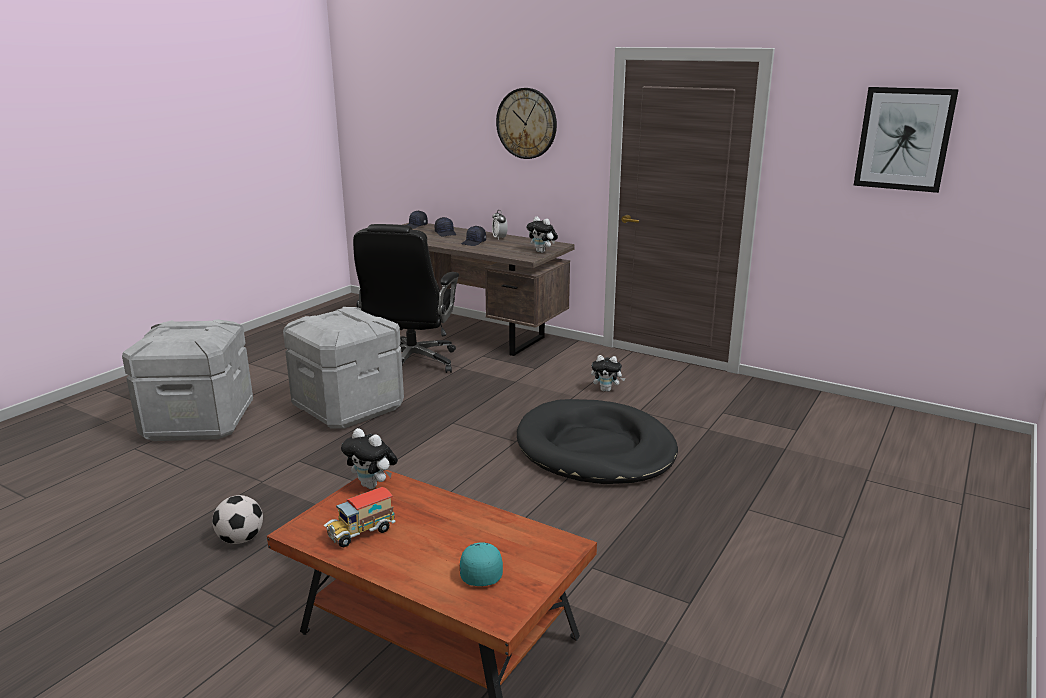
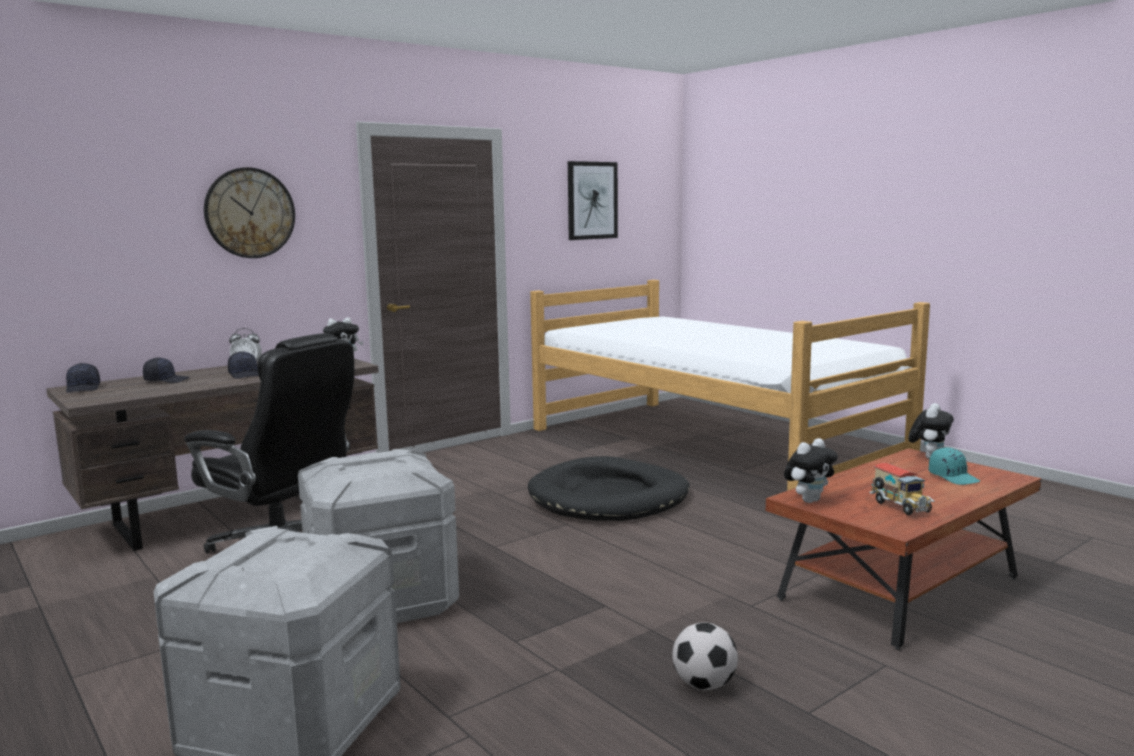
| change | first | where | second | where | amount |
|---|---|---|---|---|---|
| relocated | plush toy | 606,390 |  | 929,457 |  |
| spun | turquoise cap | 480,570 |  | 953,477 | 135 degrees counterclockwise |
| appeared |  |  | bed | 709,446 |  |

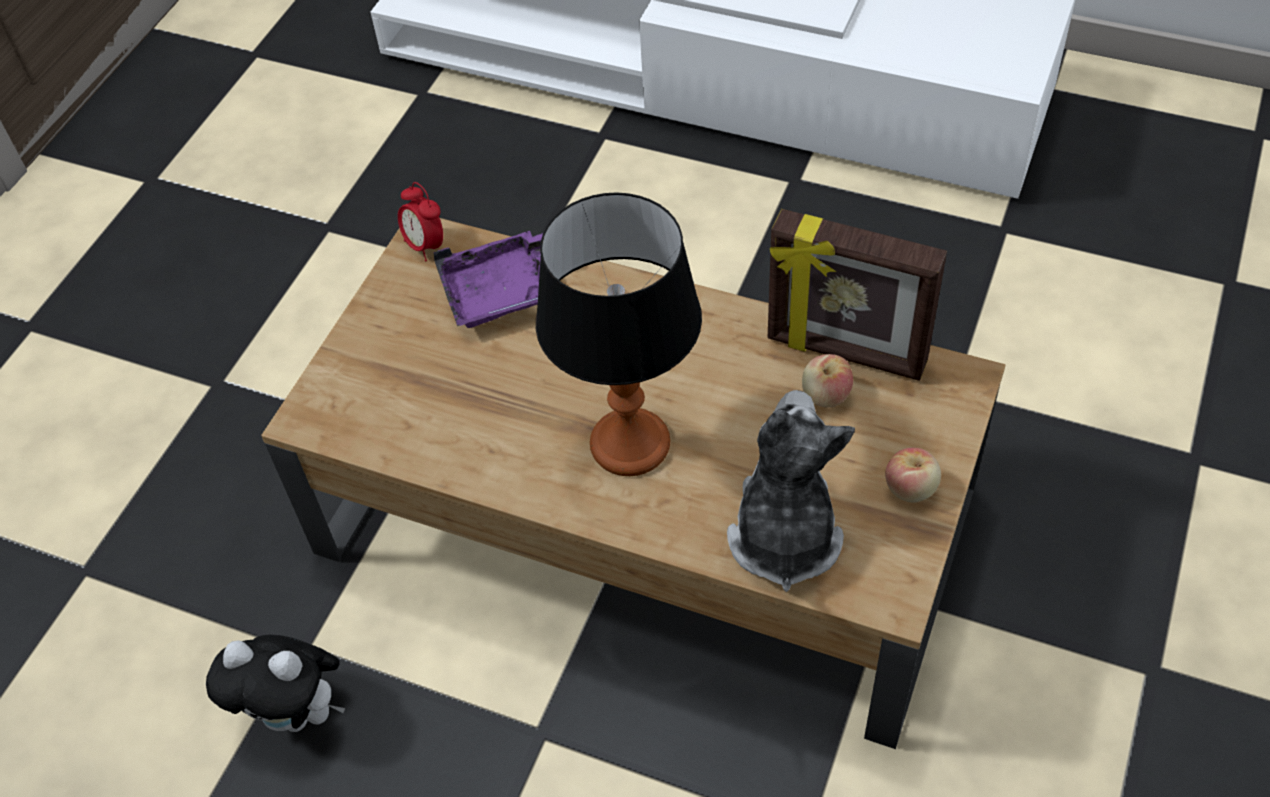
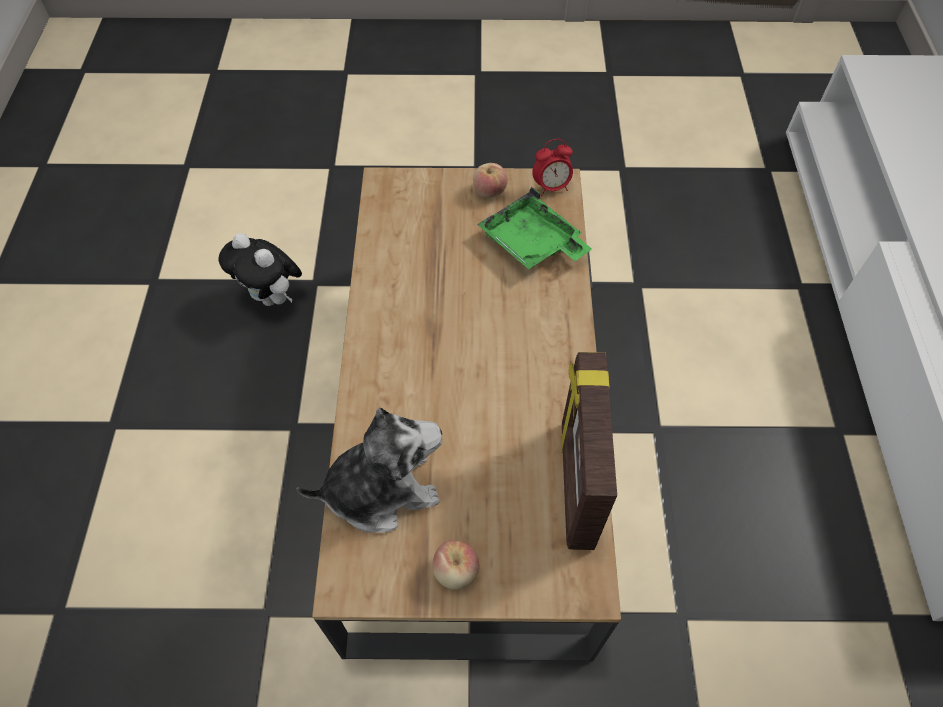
| change | first | where | second | where | amount |
|---|---|---|---|---|---|
| spun | alarm clock | 425,246 |  | 551,187 | 135 degrees counterclockwise |
| missing | table lamp | 630,445 |  |  |  |
| colour | purple tray | 503,291 | green tray | 532,244 |  |
| relocated | apple | 825,395 |  | 489,191 |  |
| spun | plush toy | 297,714 |  | 272,297 | 45 degrees counterclockwise |

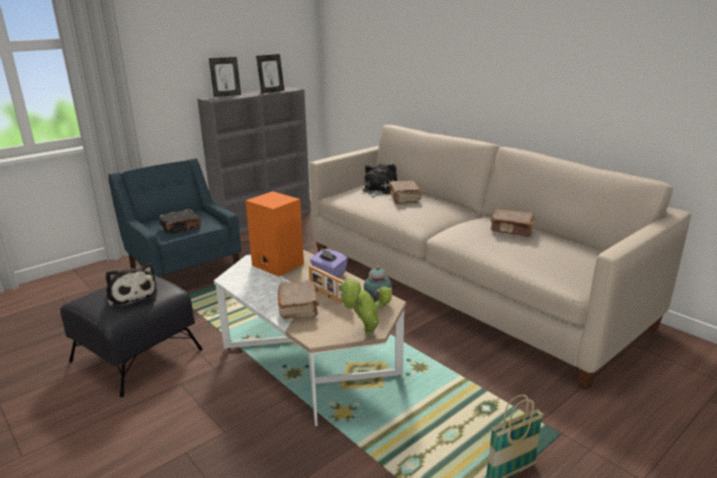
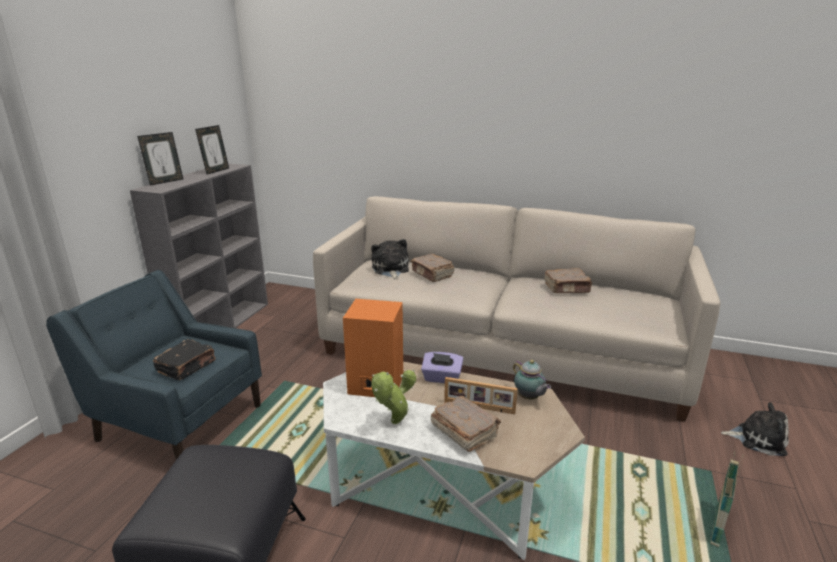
| change | first | where | second | where | amount |
|---|---|---|---|---|---|
| relocated | plush toy | 131,295 |  | 757,438 |  |
| relocated | potted plant | 365,333 |  | 393,423 |  |

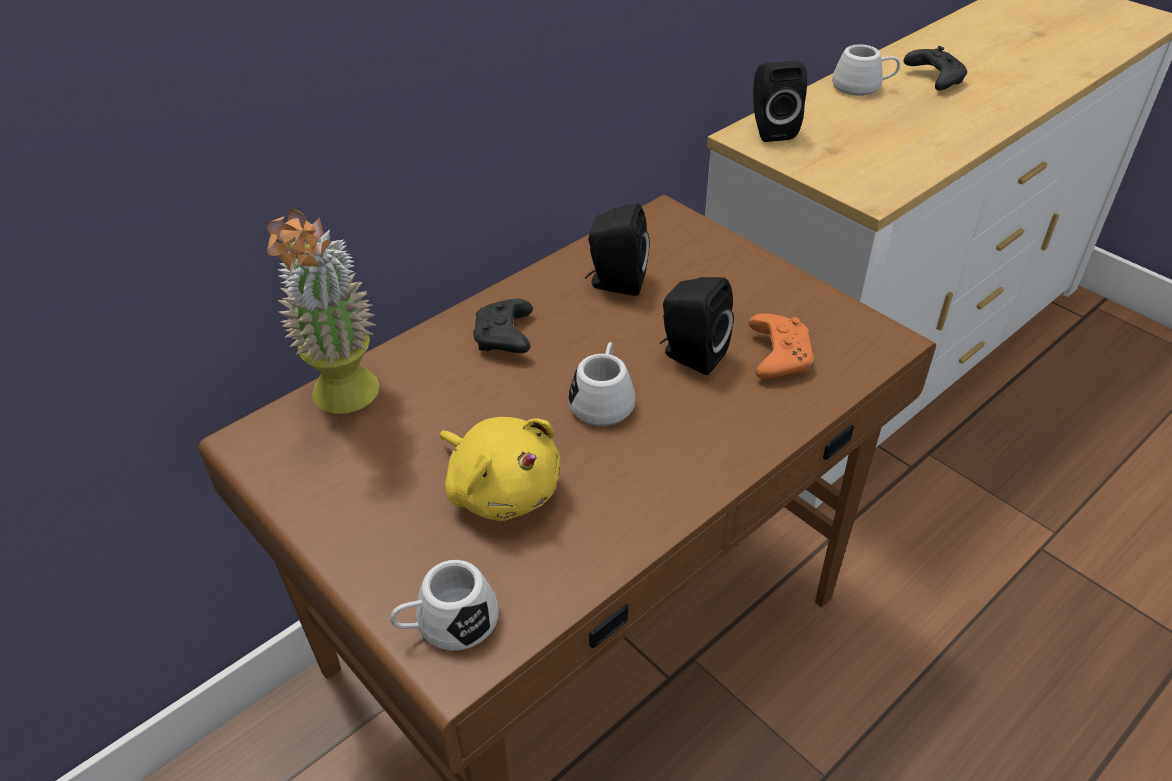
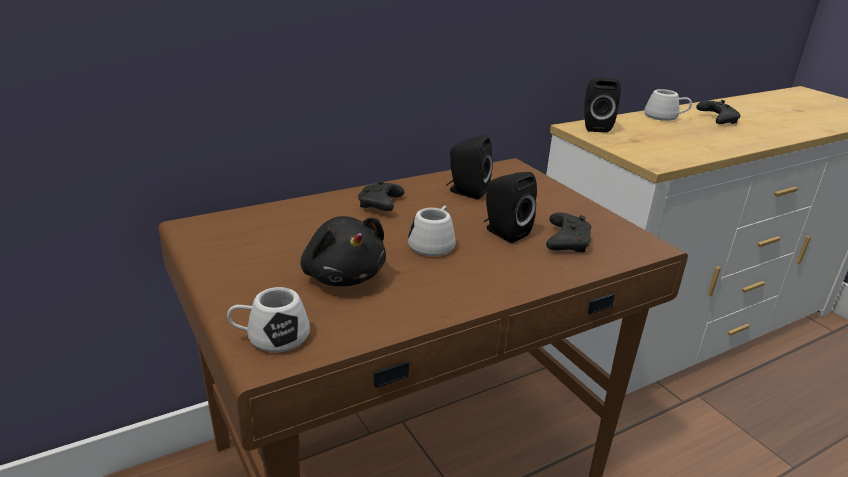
| change | first | where | second | where | amount |
|---|---|---|---|---|---|
| missing | potted plant | 347,403 |  |  |  |
| colour | orange game controller | 777,356 | black game controller | 566,241 |  |
| colour | yellow plush toy | 501,489 | black plush toy | 342,275 |  |

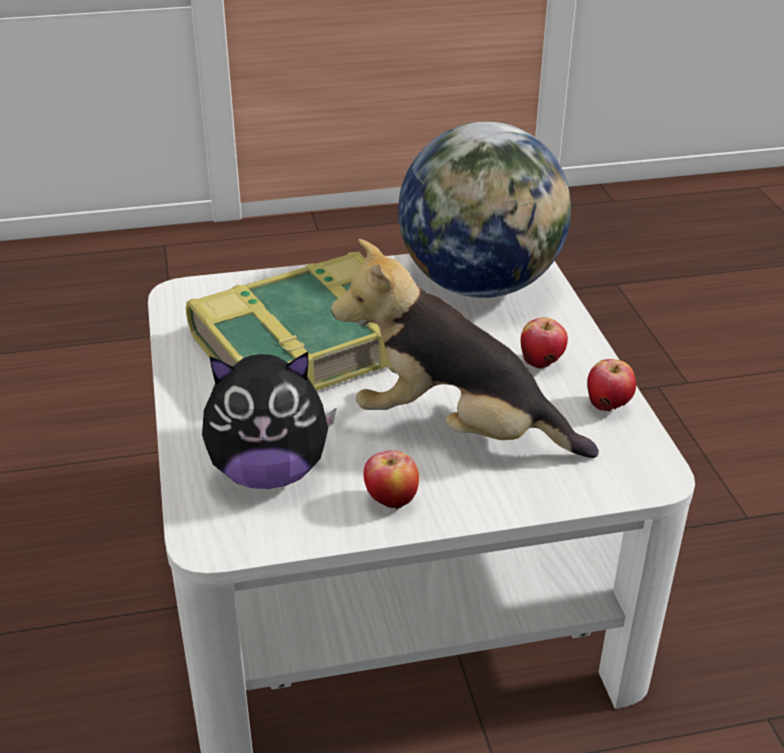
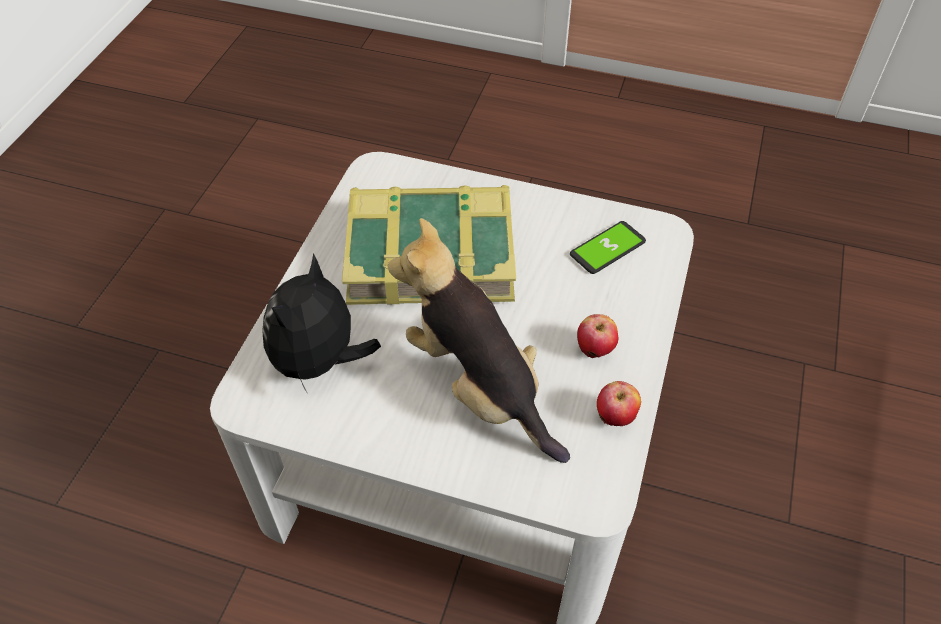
| change | first | where | second | where | amount |
|---|---|---|---|---|---|
| exchanged | globe | 480,285 | phone | 607,248 |  |
| spun | plush toy | 269,472 |  | 320,362 | 90 degrees clockwise |
| missing | apple | 391,501 |  |  |  |

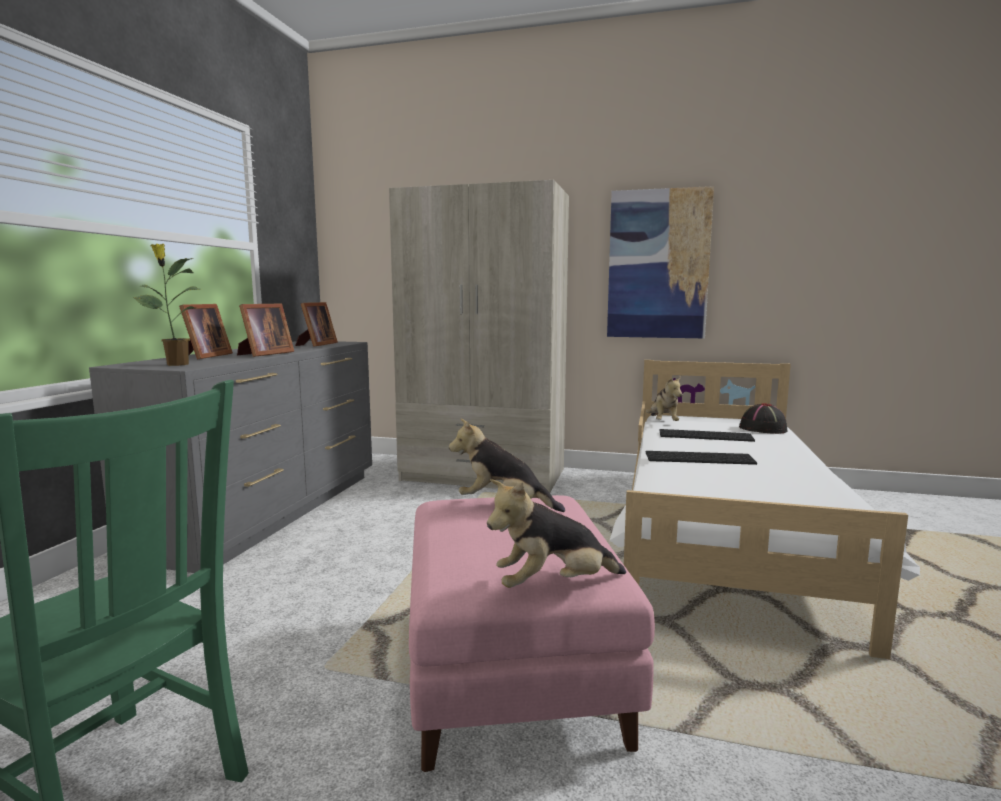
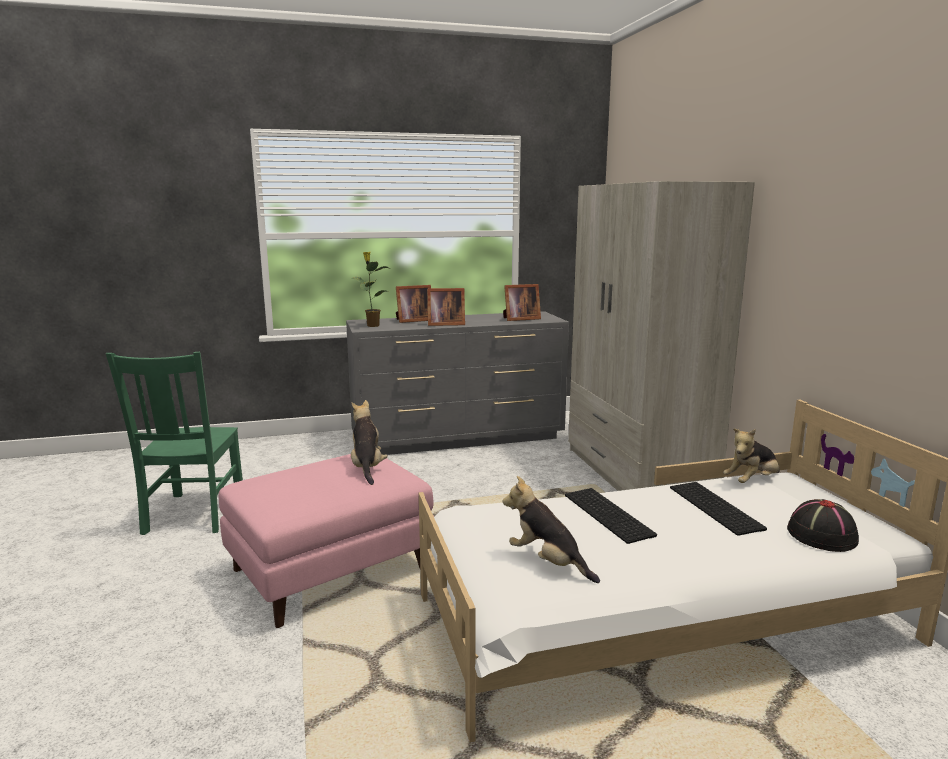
| change | first | where | second | where | amount |
|---|---|---|---|---|---|
| missing | picture | 658,264 |  |  |  |
| relocated | plush toy | 553,586 |  | 548,562 |  |

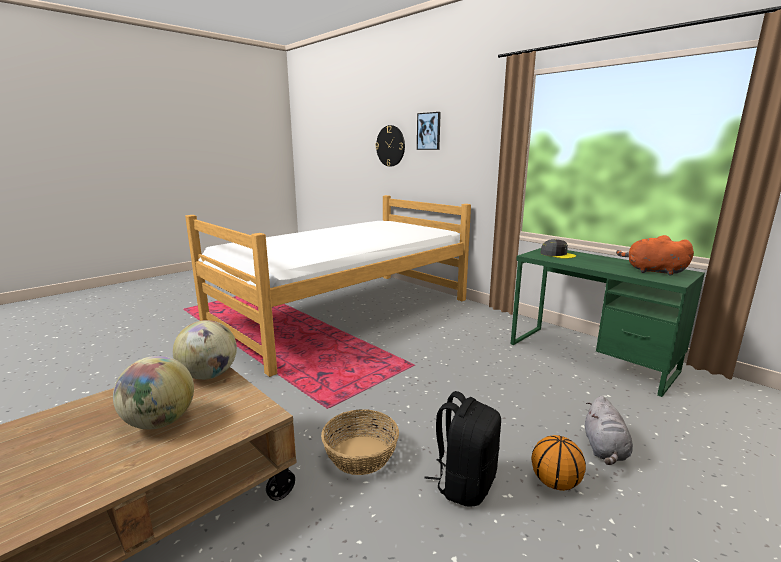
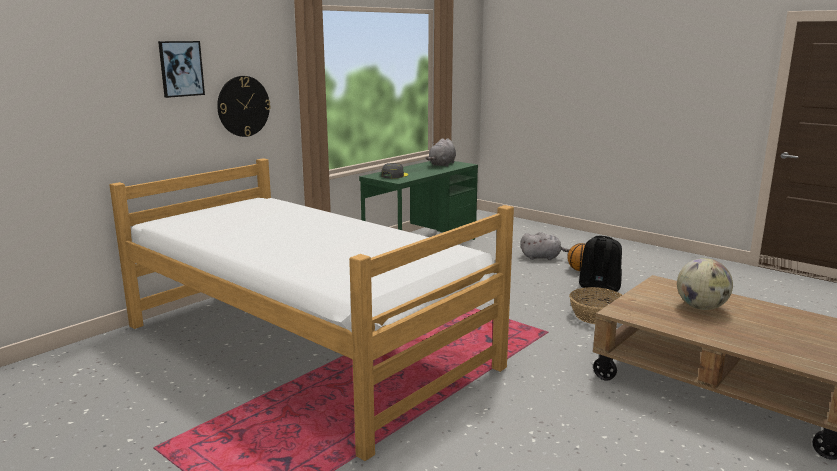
| change | first | where | second | where | amount |
|---|---|---|---|---|---|
| relocated | wall clock | 390,146 |  | 243,106 |  |
| colour | orange plush toy | 652,271 | grey plush toy | 442,165 |  |
| missing | globe | 209,375 |  |  |  |

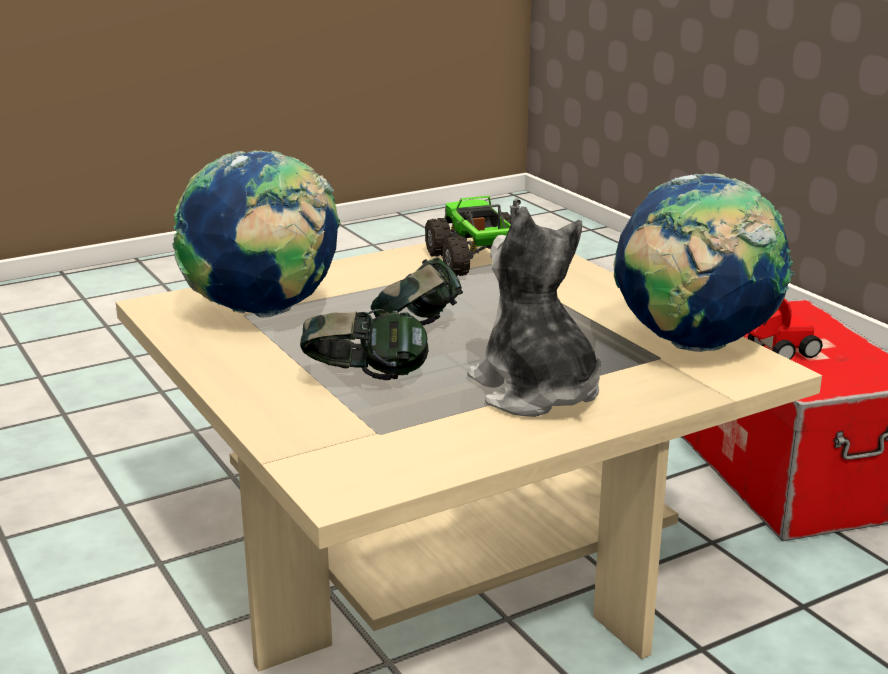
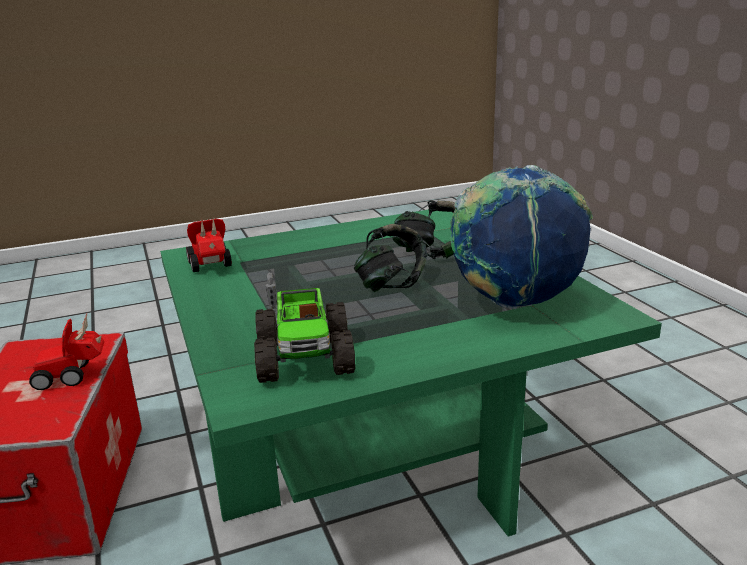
| change | first | where | second | where | amount |
|---|---|---|---|---|---|
| exchanged | globe | 692,346 | toy car | 211,267 |  |
| missing | plush toy | 536,392 |  |  |  |
| colour | beige coffee table | 443,552 | green coffee table | 379,437 |  |

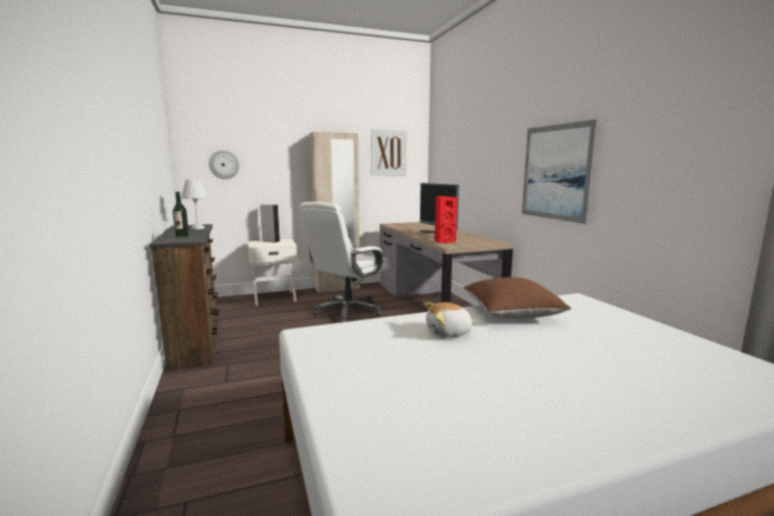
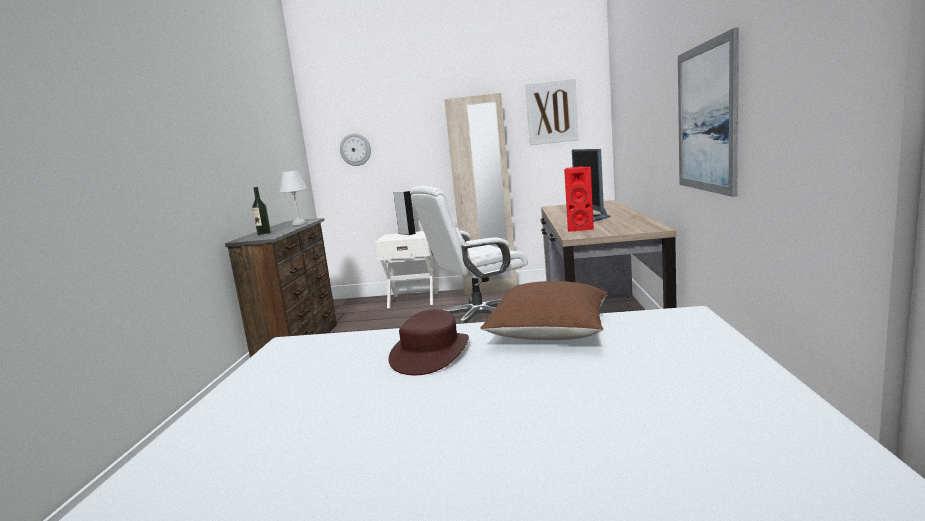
| change | first | where | second | where | amount |
|---|---|---|---|---|---|
| exchanged | plush toy | 449,333 | brown hat | 431,353 |  |

